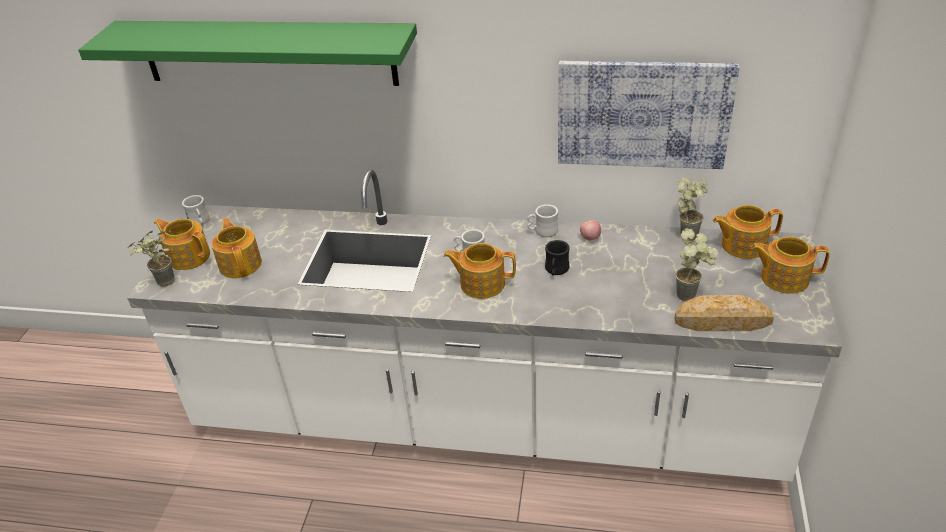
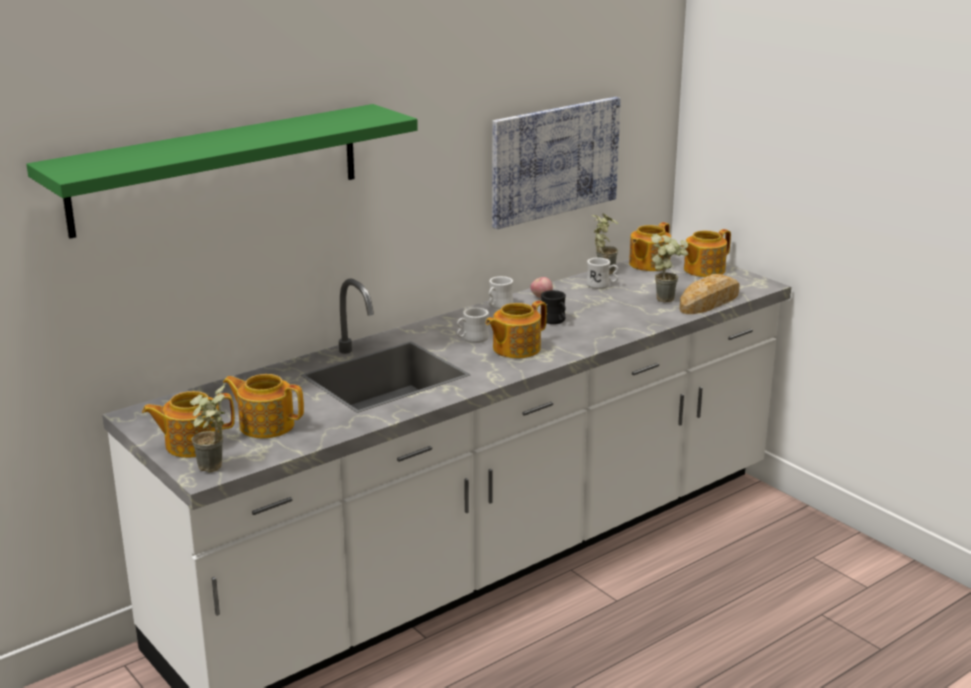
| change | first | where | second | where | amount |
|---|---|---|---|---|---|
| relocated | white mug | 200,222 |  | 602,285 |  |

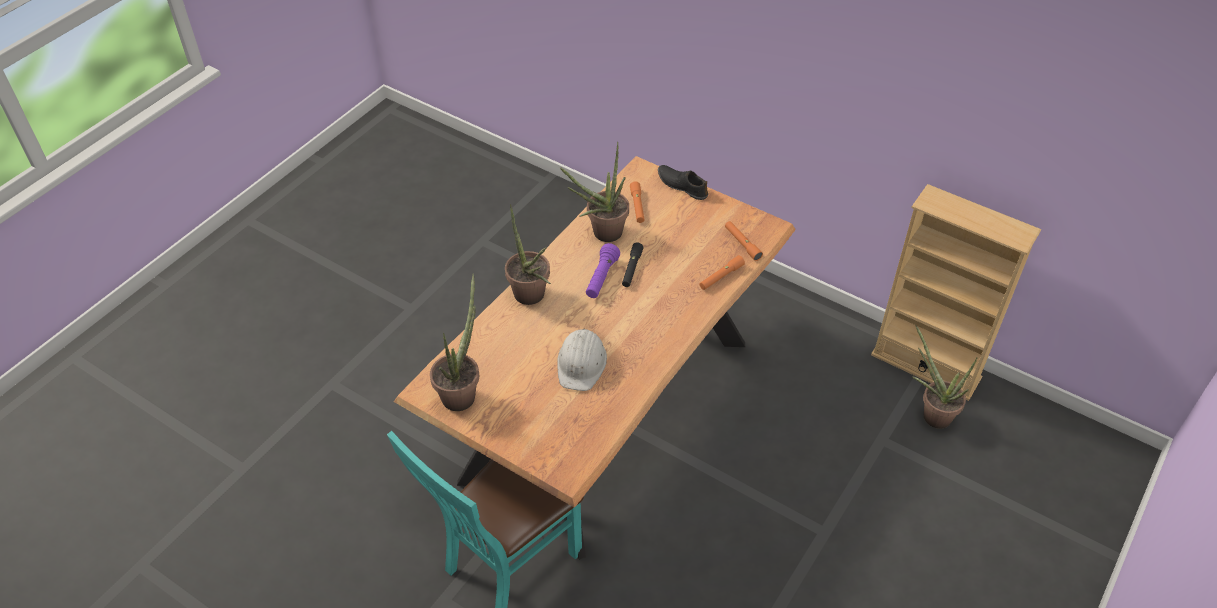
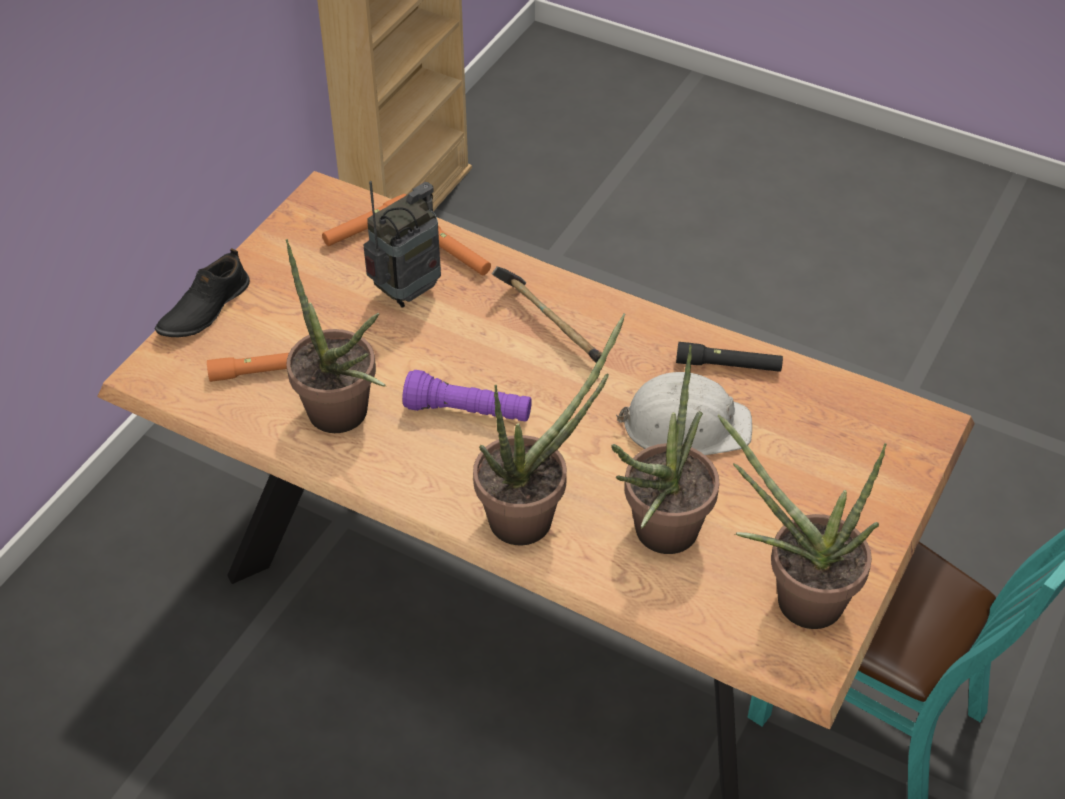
| change | first | where | second | where | amount |
|---|---|---|---|---|---|
| relocated | black flashlight | 632,269 |  | 728,365 |  |
| relocated | potted plant | 931,413 |  | 658,539 |  |
| appeared |  |  | radio | 408,292 |  |
| appeared |  |  | hammer | 548,326 |  |

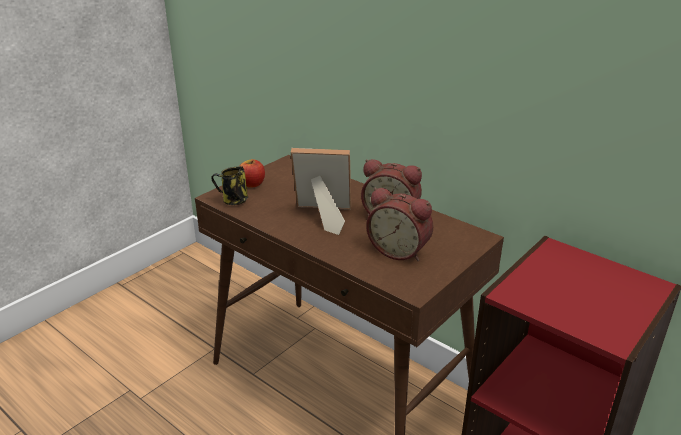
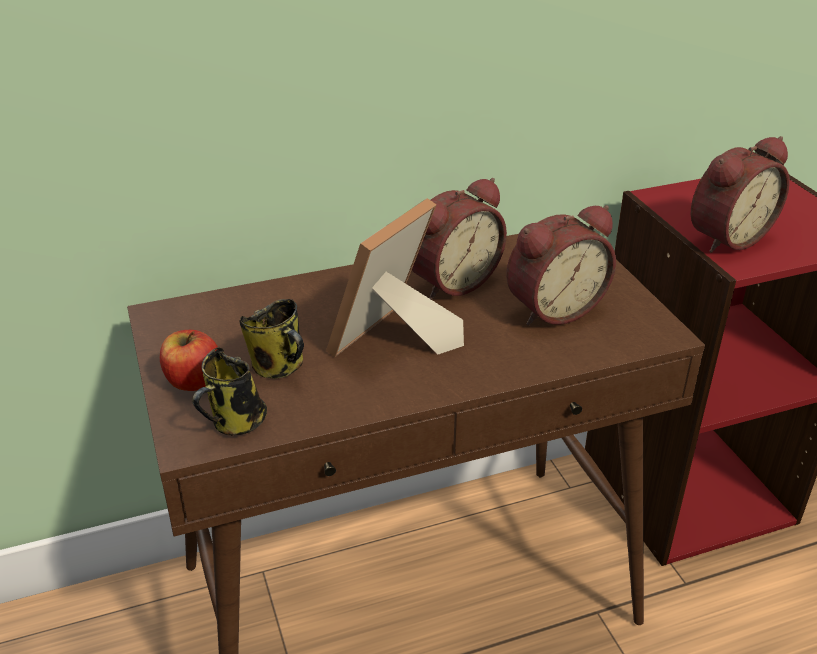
| change | first | where | second | where | amount |
|---|---|---|---|---|---|
| appeared |  |  | alarm clock | 725,237 |  |
| appeared |  |  | mug | 279,367 |  |

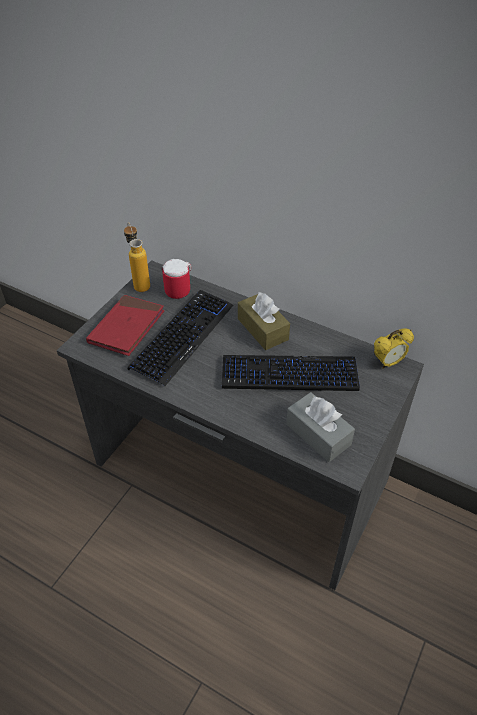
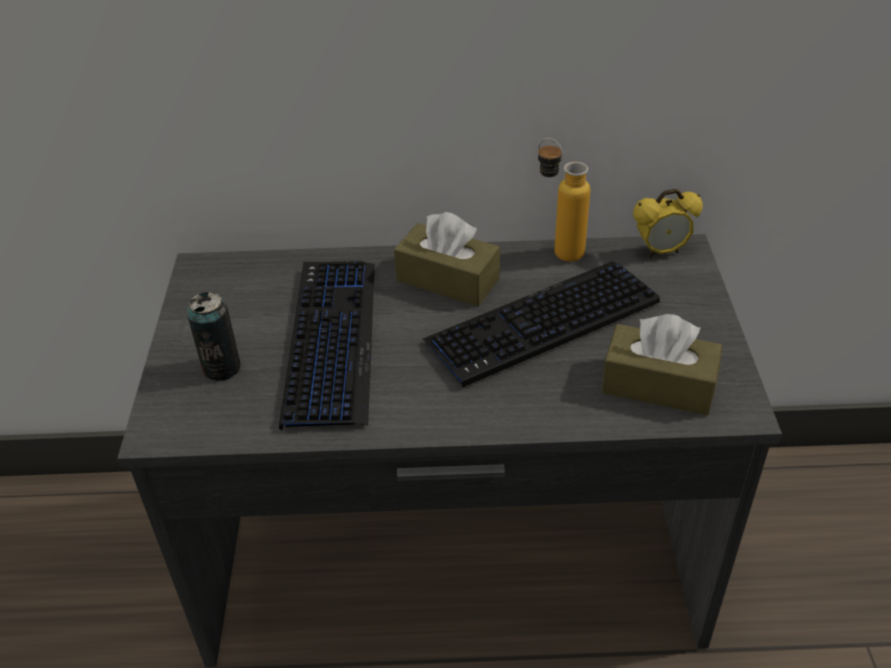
| change | first | where | second | where | amount |
|---|---|---|---|---|---|
| relocated | bottle | 140,283 |  | 558,249 |  |
| missing | mug | 175,288 |  |  |  |
| exchanged | red book | 126,327 | can | 221,368 |  |
| spun | alarm clock | 388,363 |  | 661,251 | 45 degrees clockwise |
| colour | grey tissue box | 318,434 | brown tissue box | 658,385 |  |

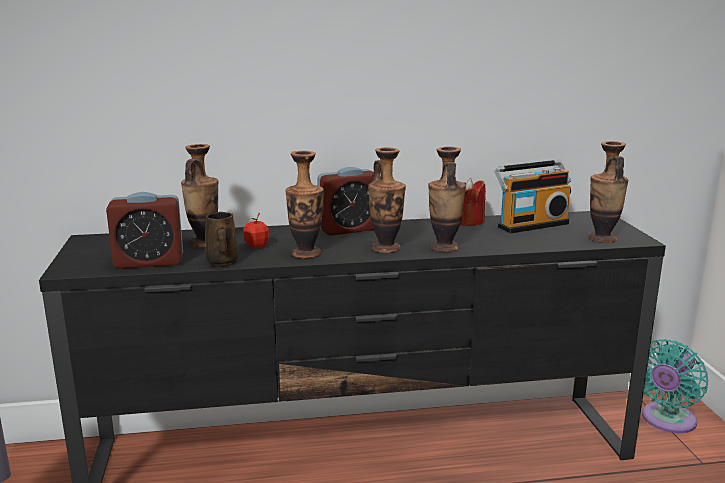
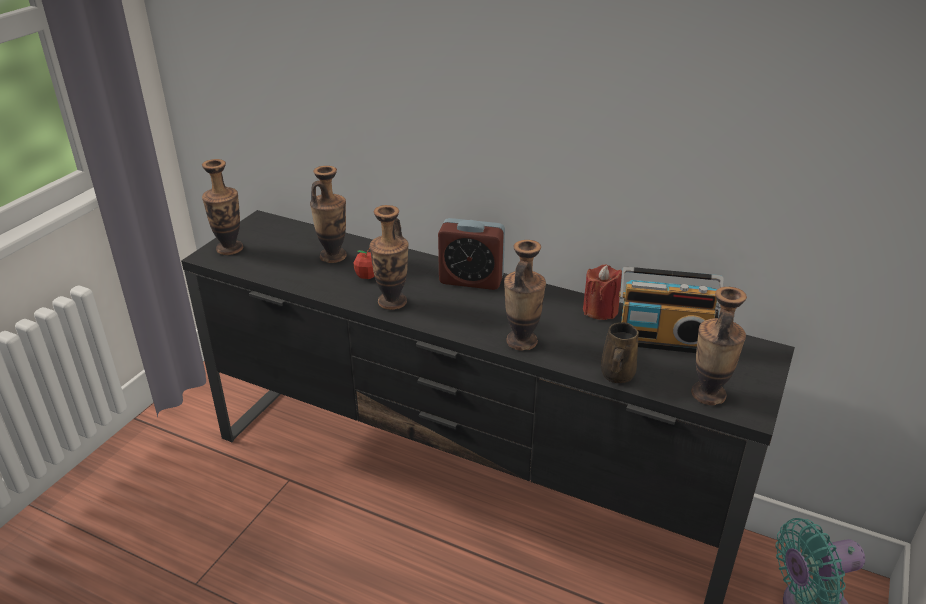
| change | first | where | second | where | amount |
|---|---|---|---|---|---|
| relocated | vase | 386,248 |  | 230,249 |  |
| missing | alarm clock | 149,262 |  |  |  |
| relocated | brown mug | 222,263 |  | 616,375 |  |

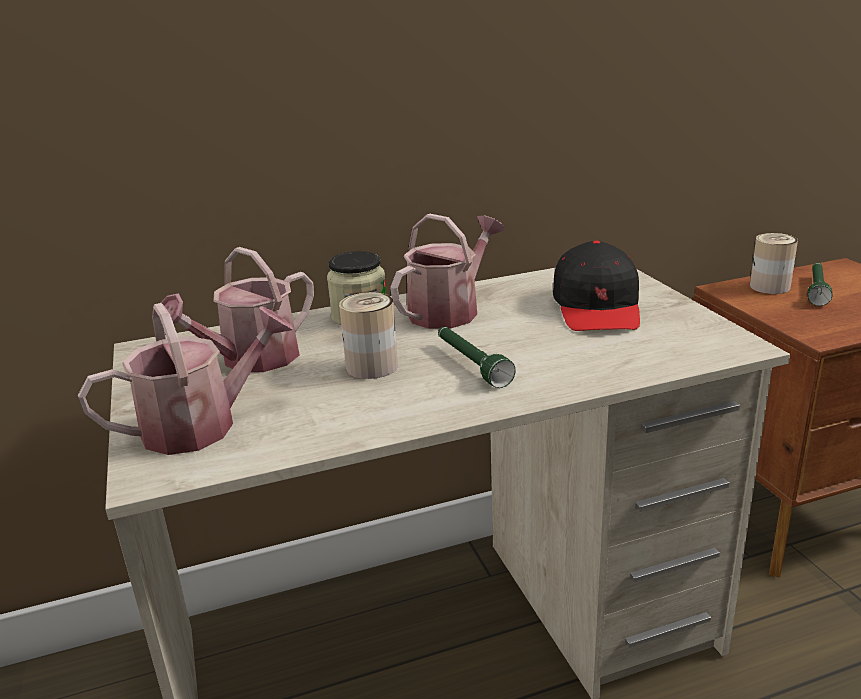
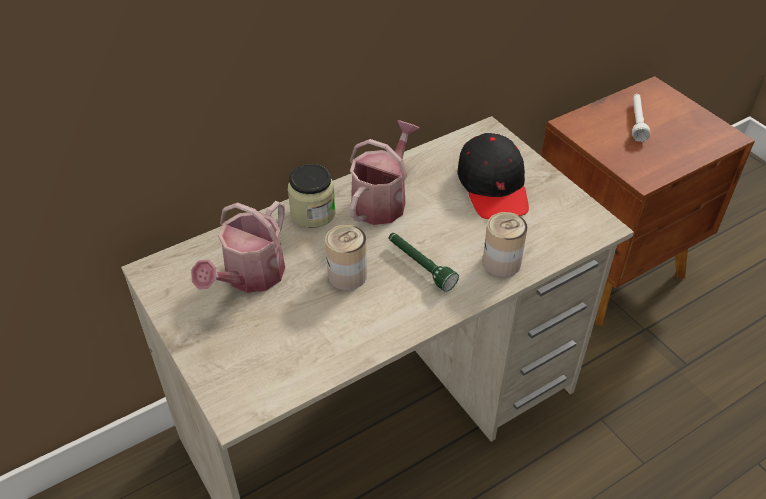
| change | first | where | second | where | amount |
|---|---|---|---|---|---|
| relocated | can | 769,287 |  | 501,262 |  |
| colour | green flashlight | 816,290 | white flashlight | 637,122 |  |
| missing | watering can | 202,425 |  |  |  |

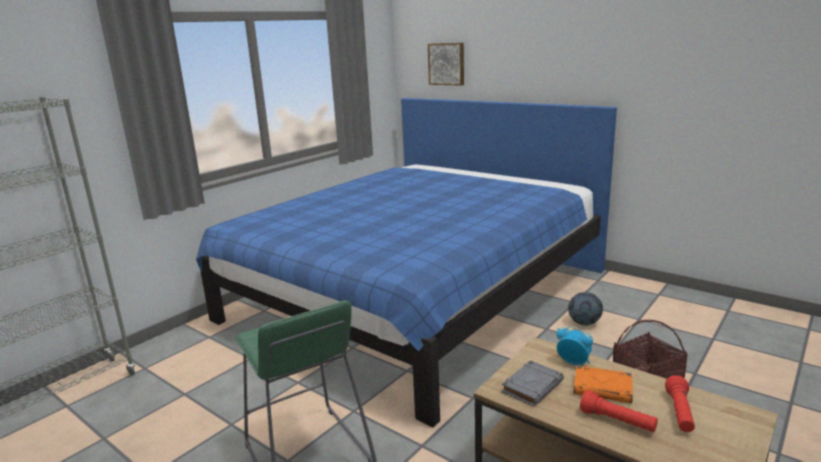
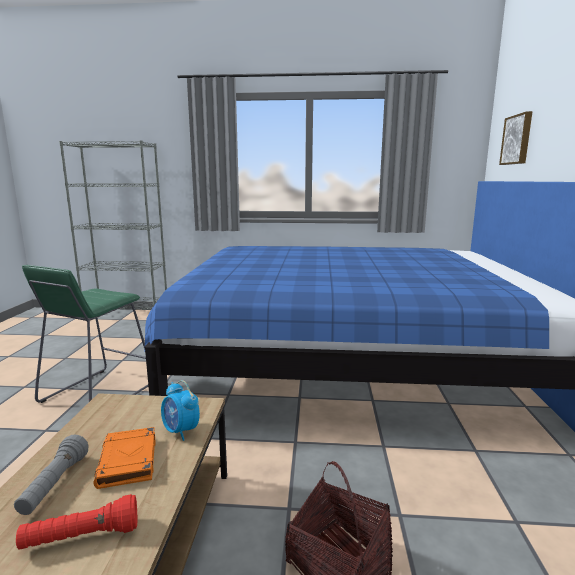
| change | first | where | second | where | amount |
|---|---|---|---|---|---|
| missing | football | 584,323 |  |  |  |
| spun | alarm clock | 573,362 |  | 181,431 | 135 degrees clockwise |
| missing | grey book | 532,386 |  |  |  |
| colour | red flashlight | 617,421 | grey flashlight | 55,485 |  |

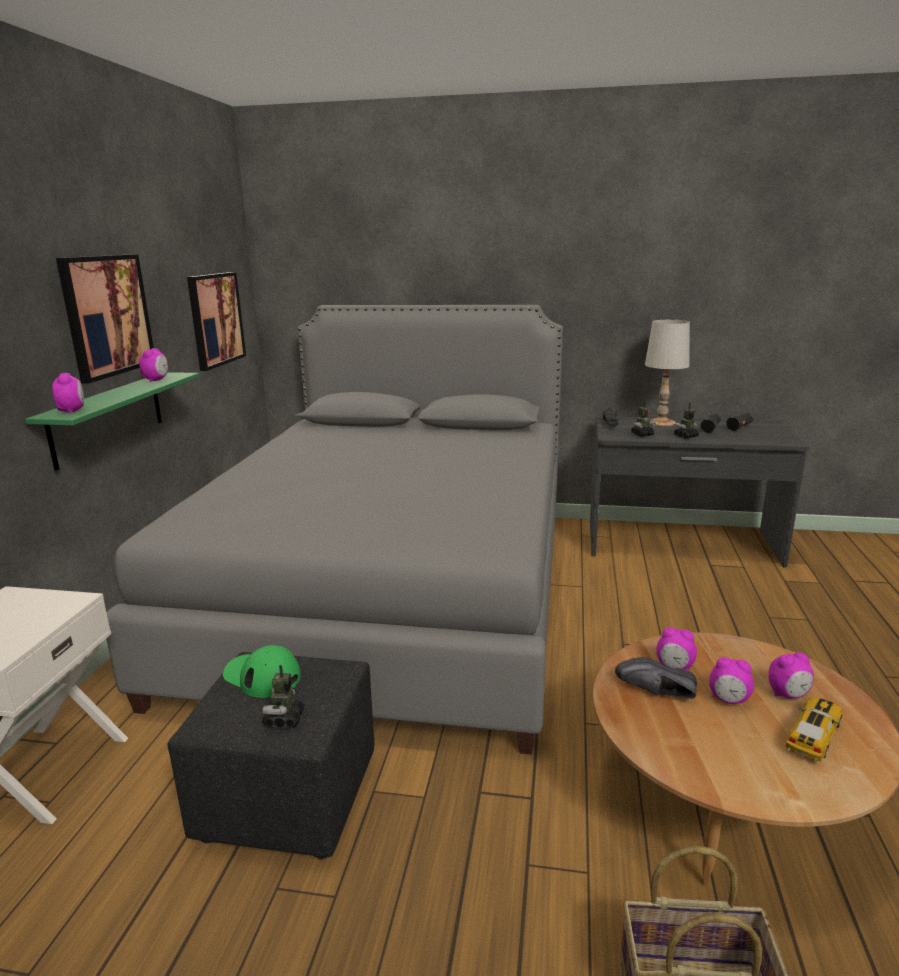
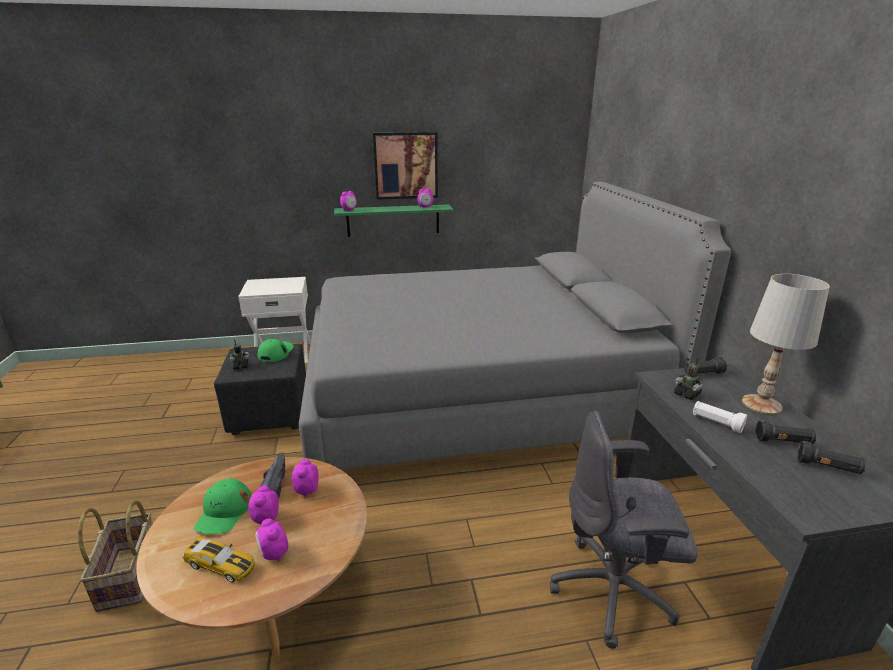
| change | first | where | second | where | amount |
|---|---|---|---|---|---|
| missing | picture | 215,319 |  |  |  |
| exchanged | toy robot | 685,436 | white flashlight | 716,423 |  |
| appeared |  |  | grey office chair | 613,591 |  |
| appeared |  |  | green cap | 224,511 |  |

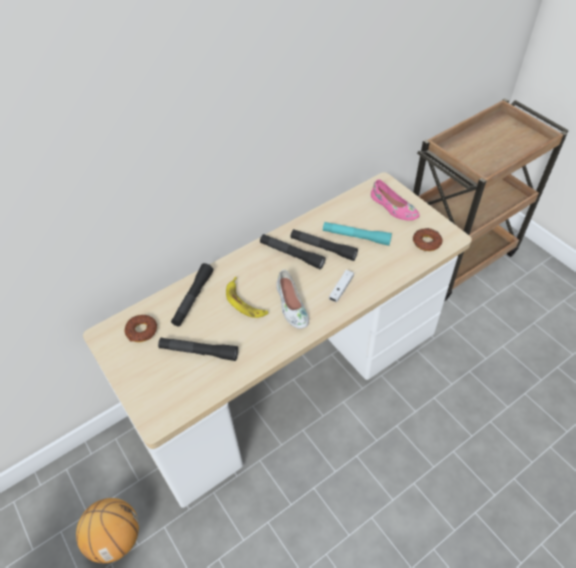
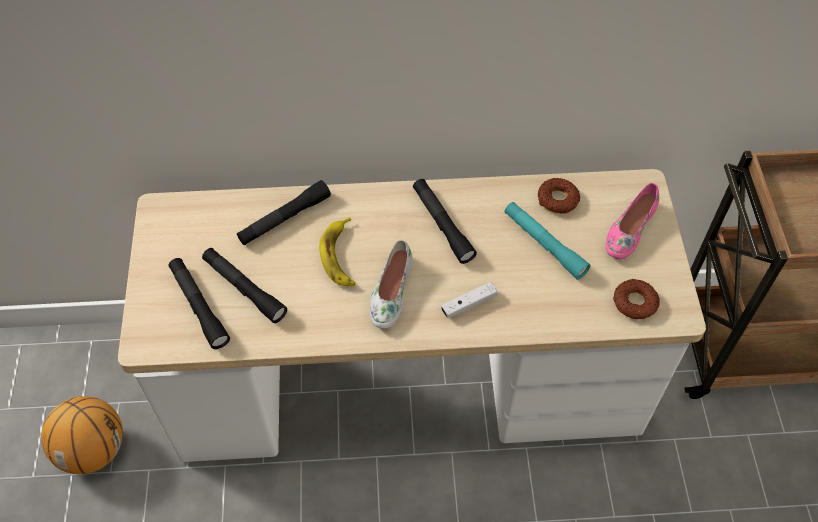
| change | first | where | second | where | amount |
|---|---|---|---|---|---|
| spun | pink shoe | 393,208 |  | 629,229 | 45 degrees clockwise |
| relocated | black flashlight | 323,248 |  | 199,306 |  |
| relocated | donut | 142,331 |  | 557,199 |  |

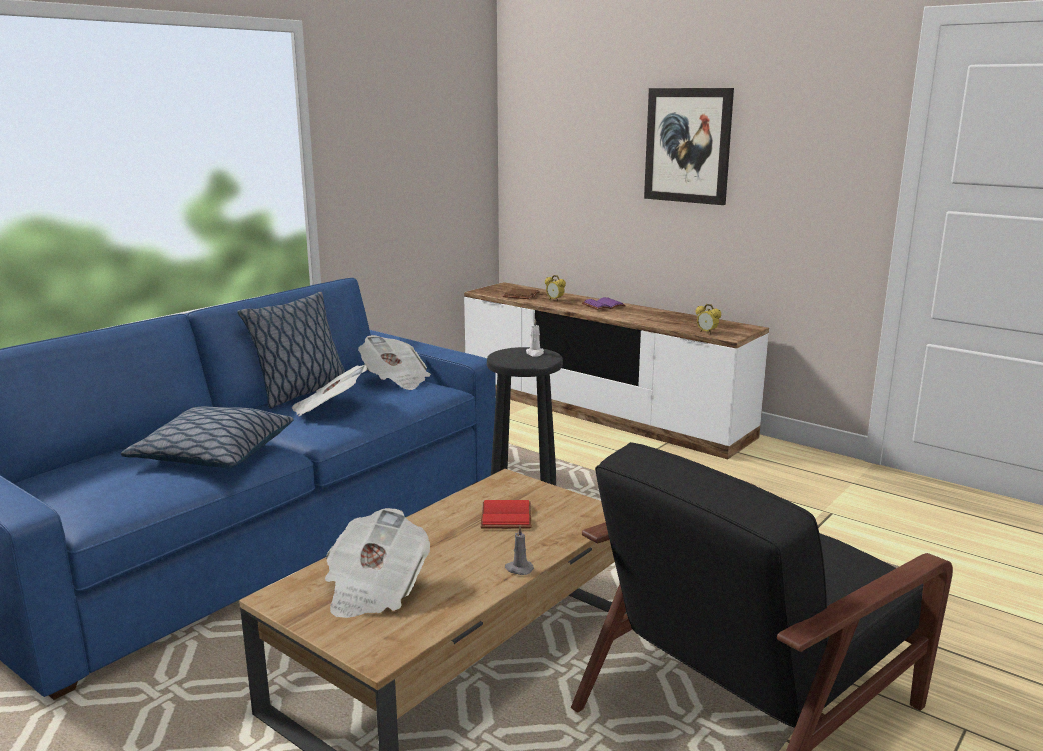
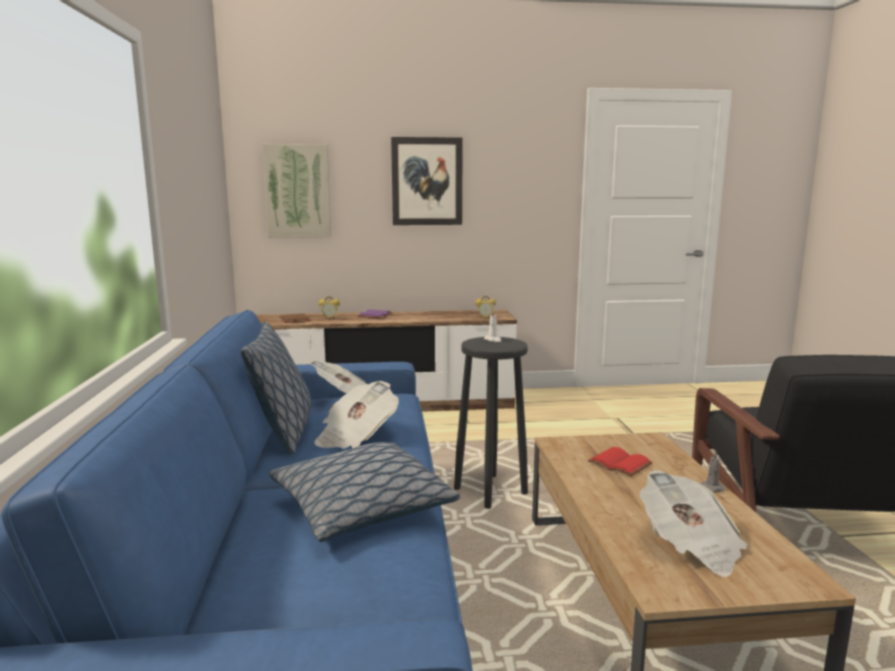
| change | first | where | second | where | amount |
|---|---|---|---|---|---|
| appeared |  |  | picture | 297,191 |  |

